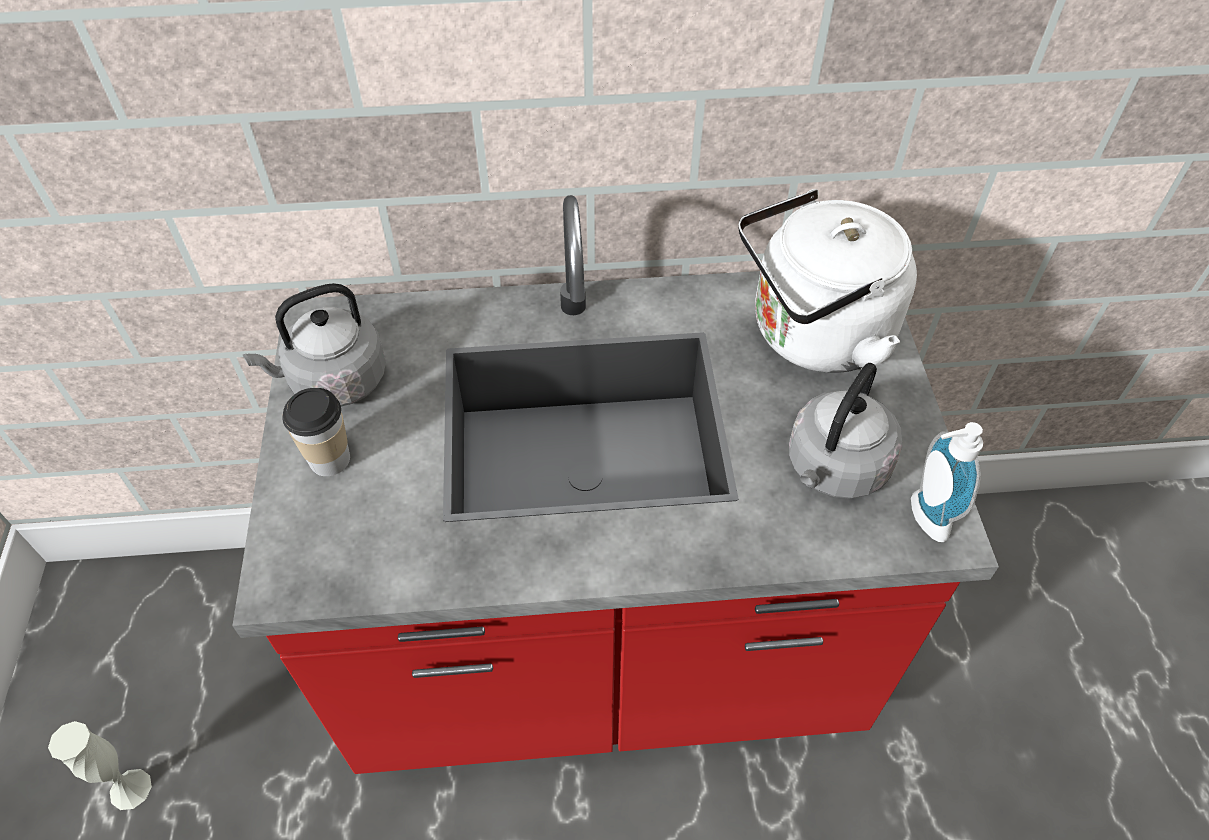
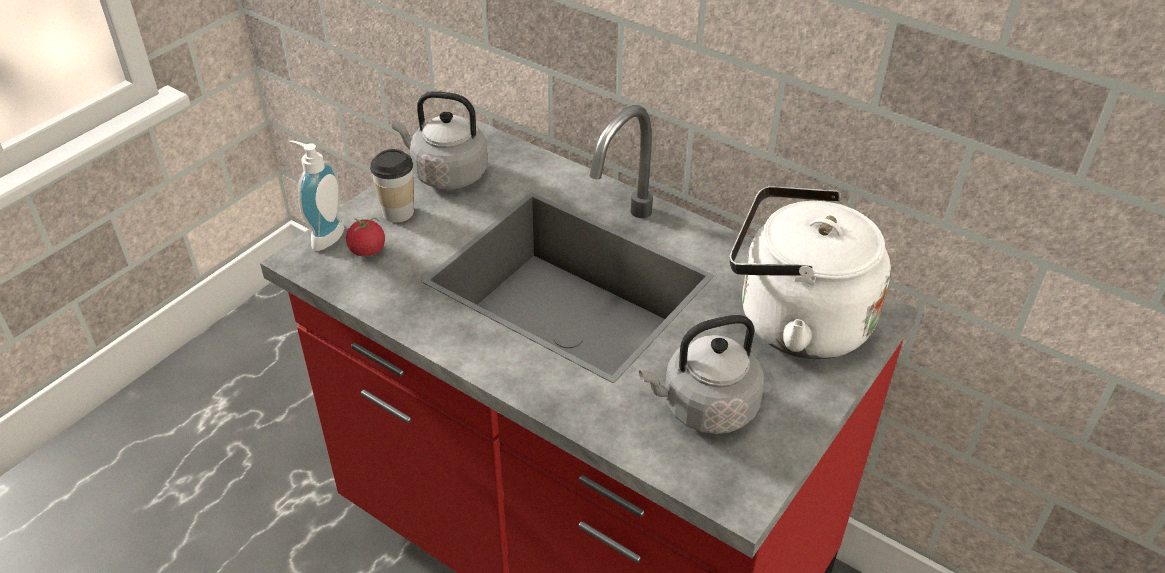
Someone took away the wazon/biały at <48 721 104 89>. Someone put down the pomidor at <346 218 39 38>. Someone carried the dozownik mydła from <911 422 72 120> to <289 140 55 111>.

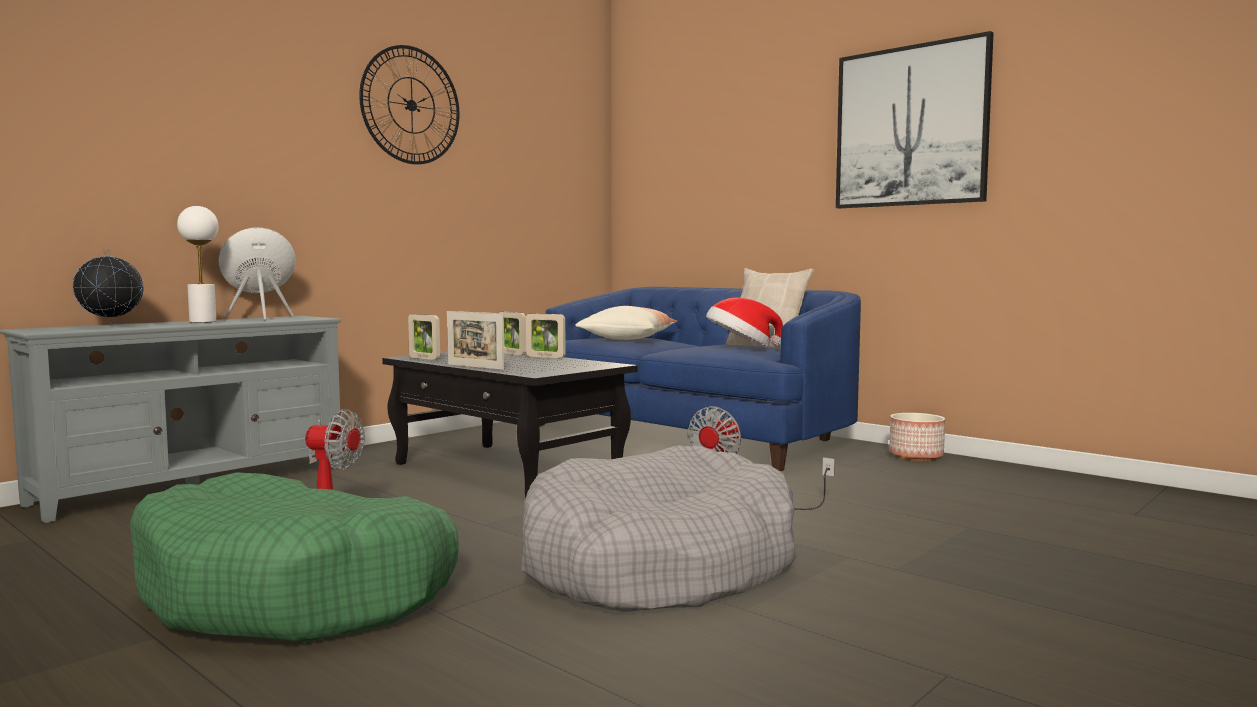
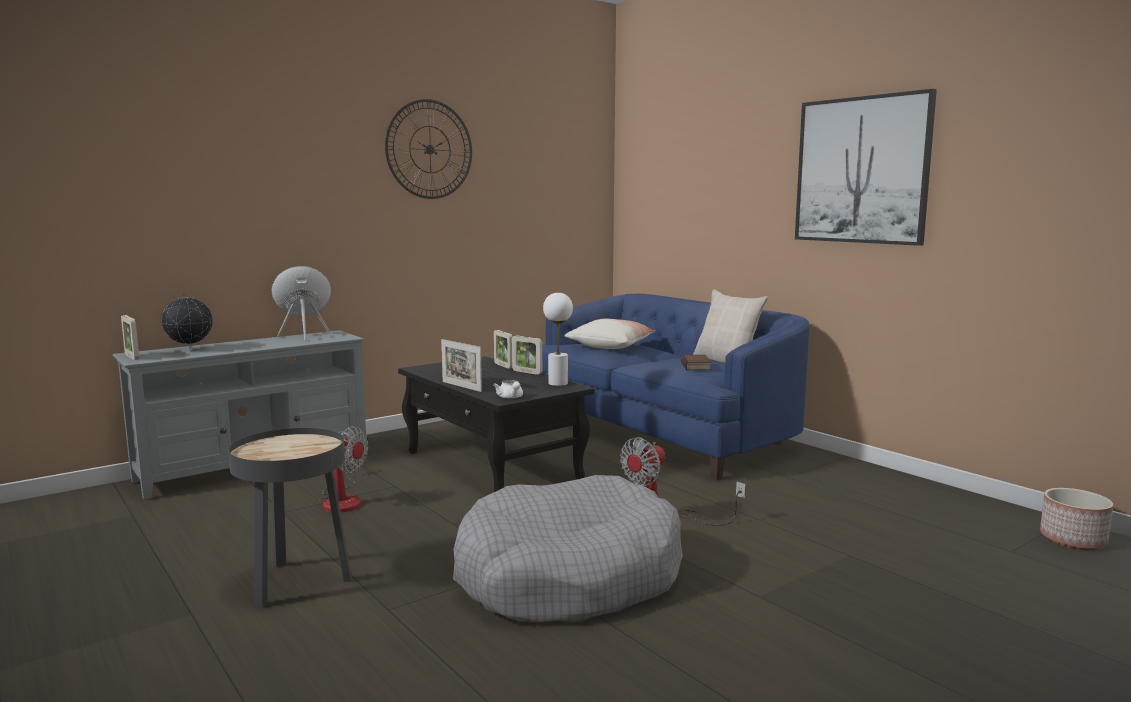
Someone put down the imbryk/biały at <493 380 30 19>. Someone carried the lampa stołowa/biały from <177 206 42 117> to <543 292 30 94>. Someone carried the ramka na zdjęcie from <408 314 32 46> to <121 315 18 45>. Someone carried the donica from <889 413 56 48> to <1040 488 73 62>. Someone swapped the legowisko/zielony at <130 472 329 170> for the stolik/czarny at <228 428 124 180>. Someone swapped the kapelusz at <706 298 77 50> for the książka at <681 355 30 15>.

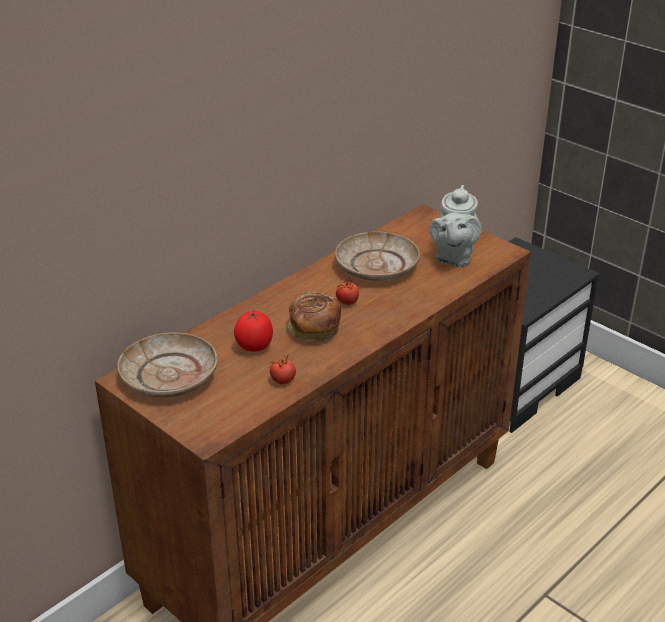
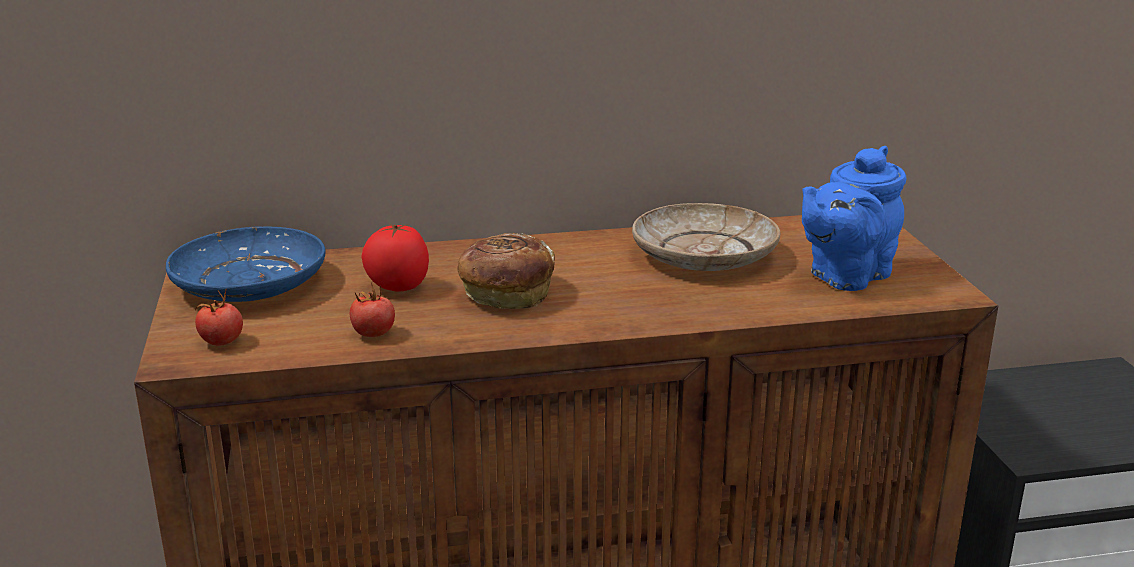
Someone carried the pomidor from <336 275 23 30> to <195 288 48 58>. Someone repainted the talerz/beżowy at <117 332 100 66>, which became the talerz/niebieski at <166 227 159 75>. Someone repainted the imbryk/szary at <430 185 51 82>, which became the imbryk/niebieski at <802 146 104 145>.

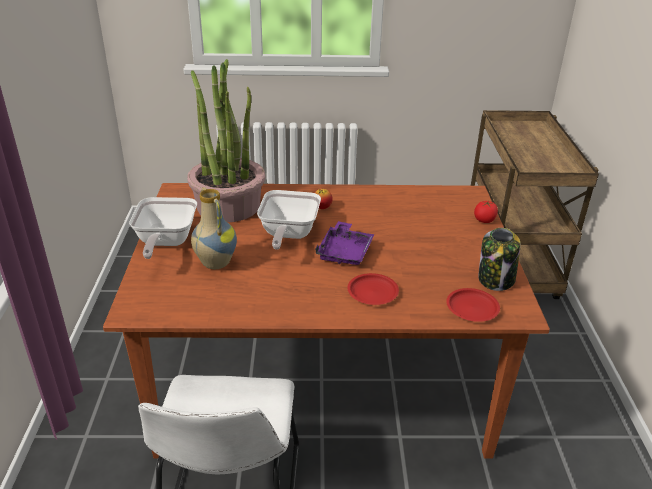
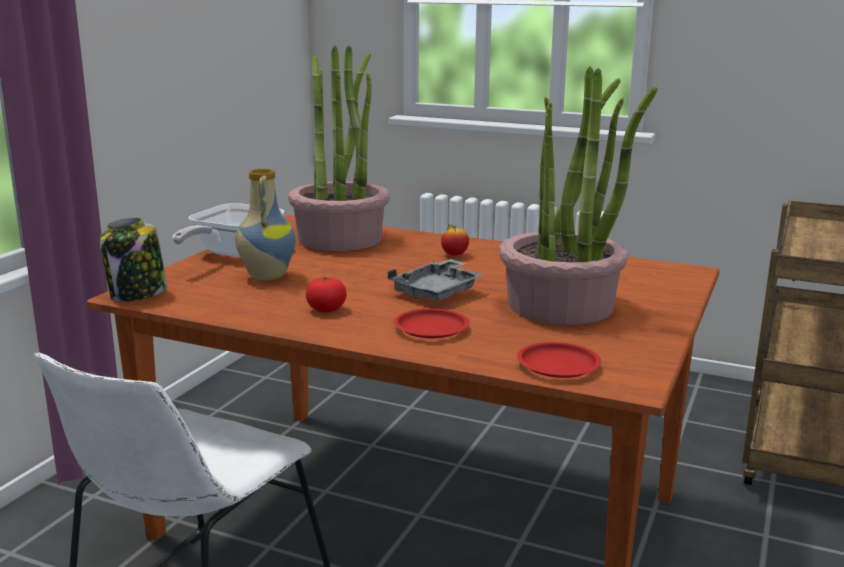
Someone took away the patelnia at <257 190 64 60>. Someone put down the roślina doniczkowa at <499 66 159 259>. Someone carried the pomidor from <474 201 24 22> to <306 276 41 36>. Someone carried the słoik from <478 228 42 63> to <99 218 68 84>. Someone repainted the taca/fioletowy at <315 221 59 44>, which became the taca/szary at <387 259 97 41>.

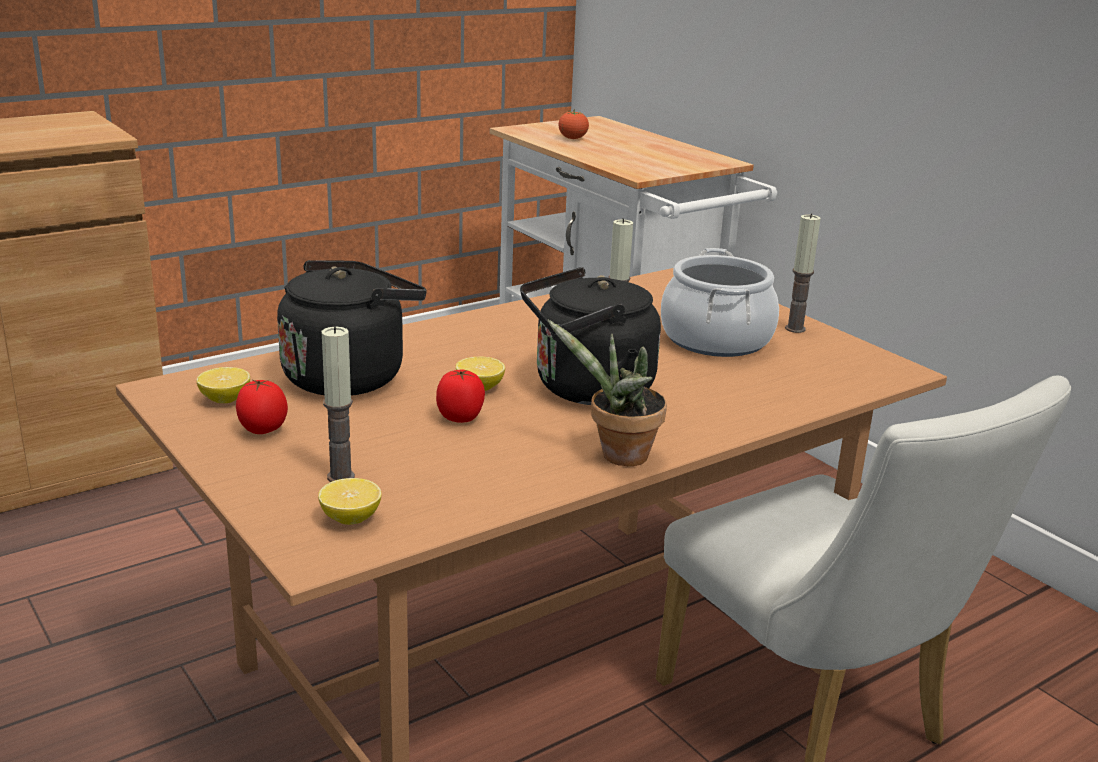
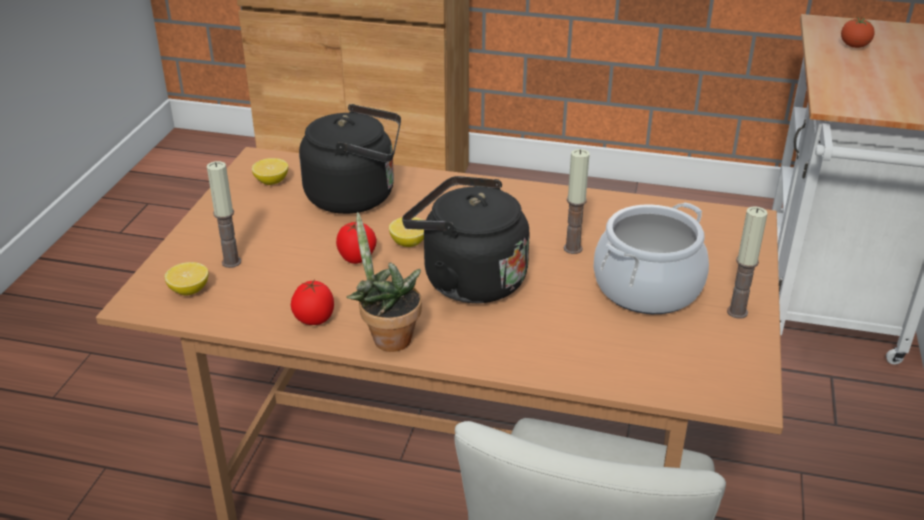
Someone carried the pomidor from <236 379 52 55> to <291 280 43 45>.

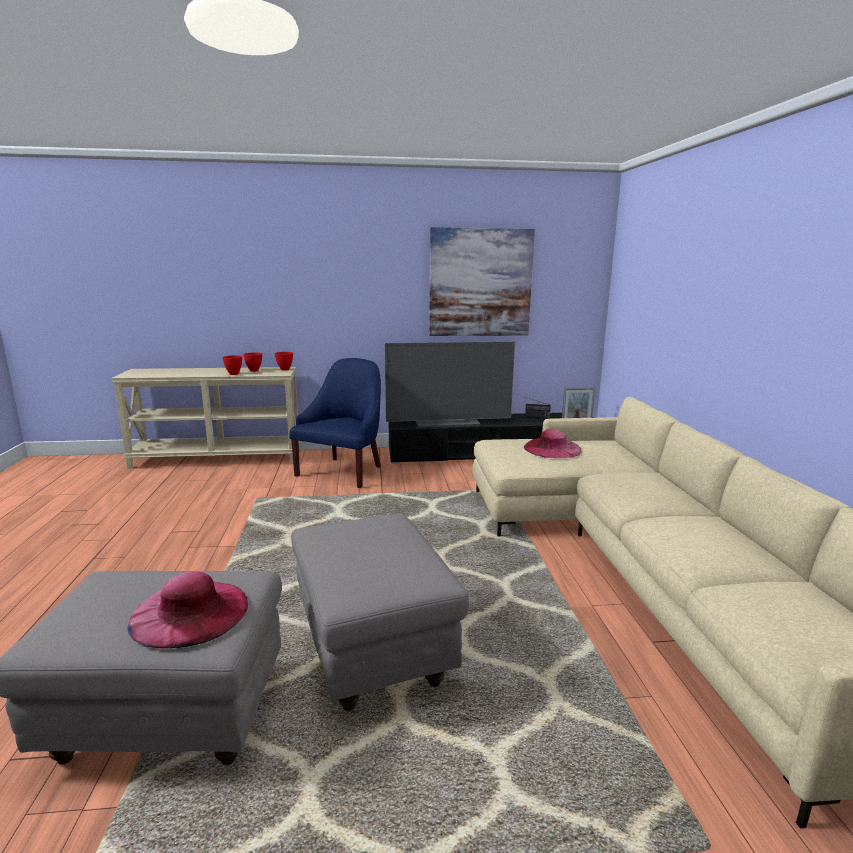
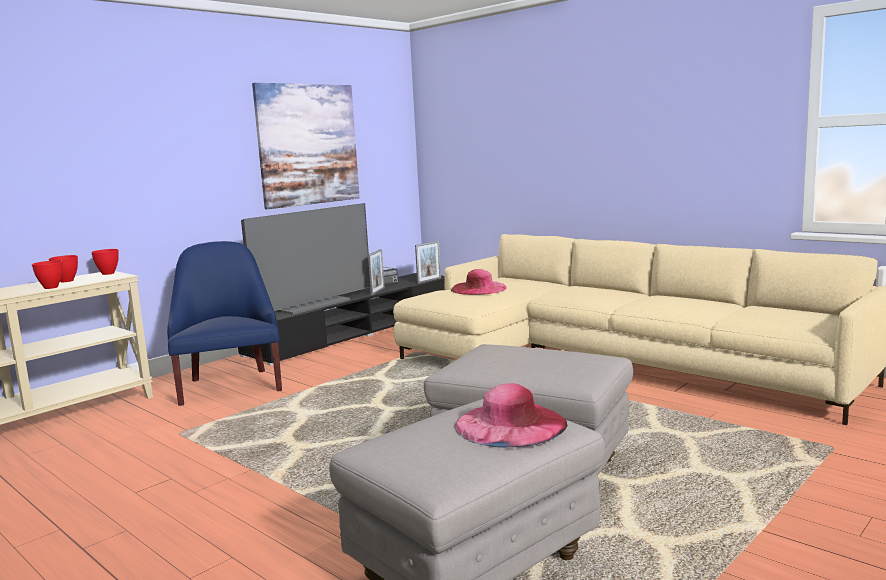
Someone put down the ramka na zdjęcie at <368 249 17 46>.

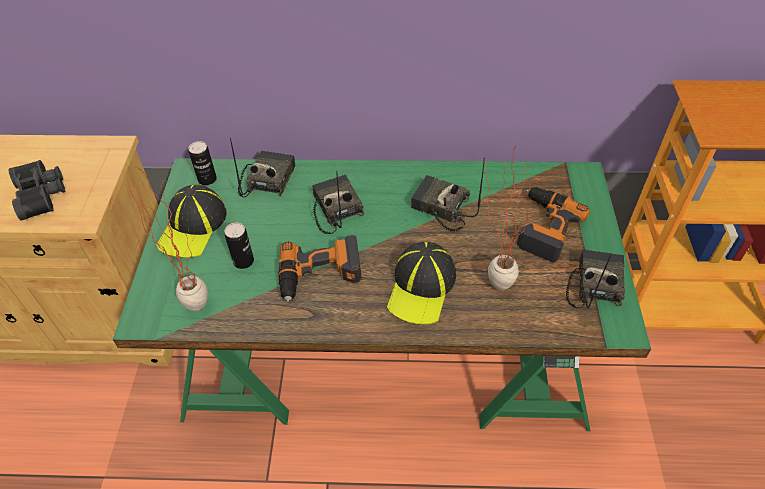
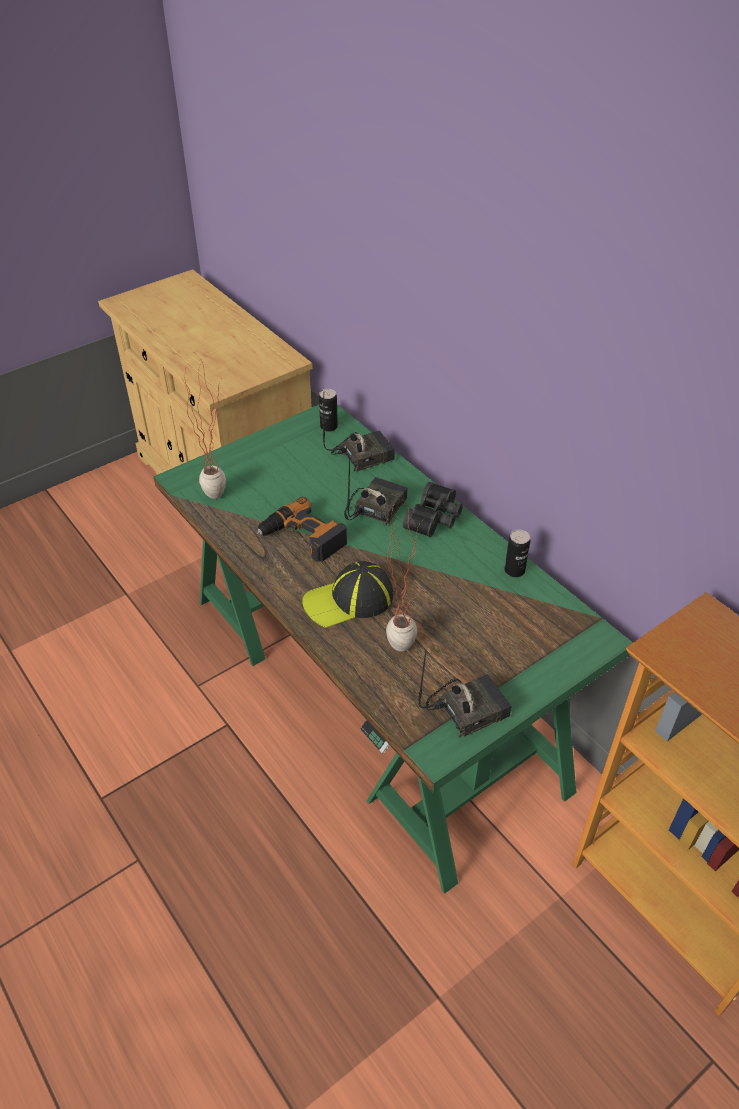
Someone took away the czapka z daszkiem at <157 185 70 73>. Someone took away the radio at <411 157 74 75>. Someone took away the wiertarka at <517 187 73 76>. Someone carried the lornetka/czarny from <9 160 56 61> to <403 482 60 55>. Someone carried the puszka from <225 222 29 47> to <505 530 25 47>.

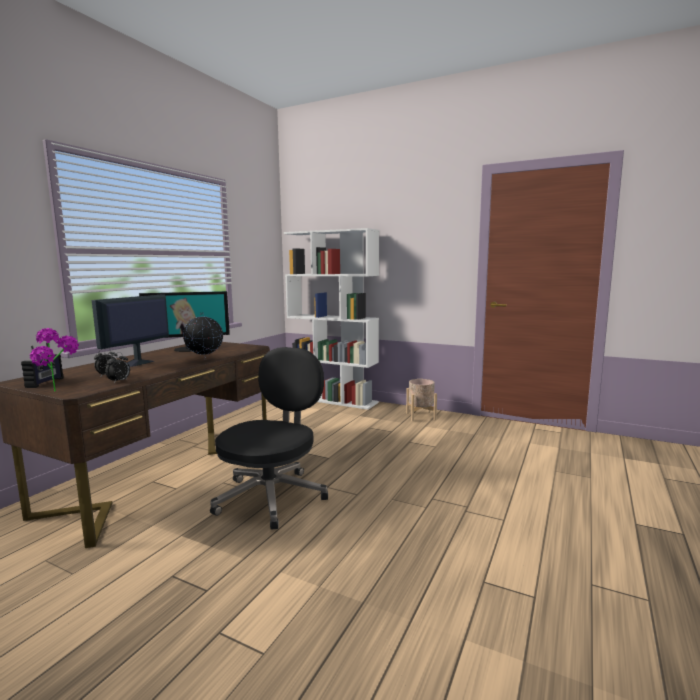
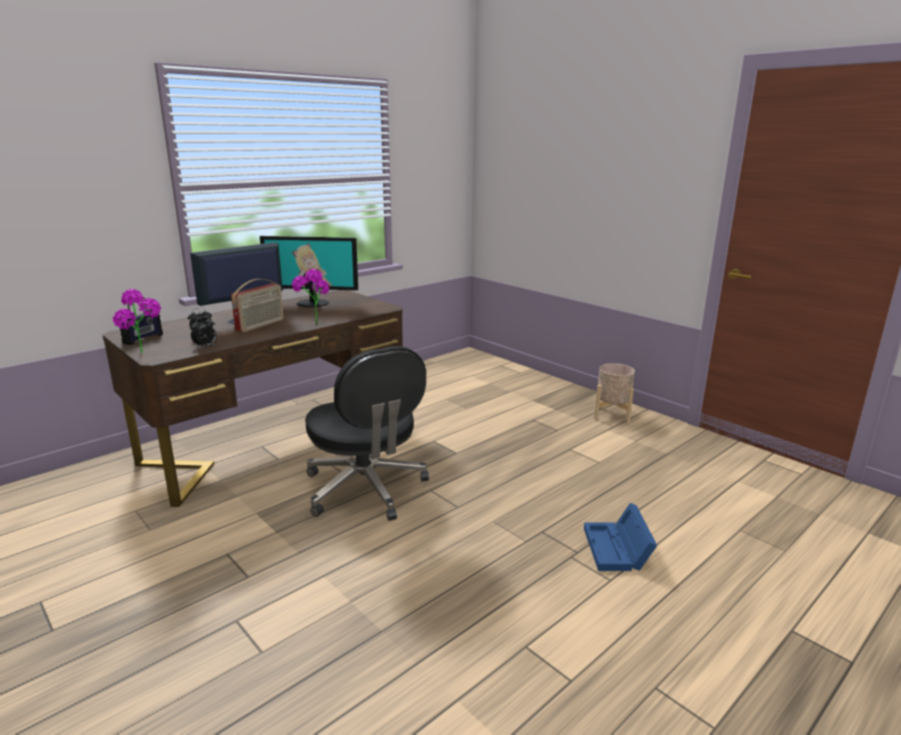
Someone took away the regał/biały at <284 228 95 182>. Someone put down the radio at <231 279 53 53>. Someone put down the pojemnik do przechowywania/niebieski at <584 503 73 68>. Someone swapped the globus at <183 314 40 45> for the roślina doniczkowa at <292 269 37 56>. Someone rotated the krzesło biurowe/czarny at <210 347 118 183> by 105 degrees clockwise.

